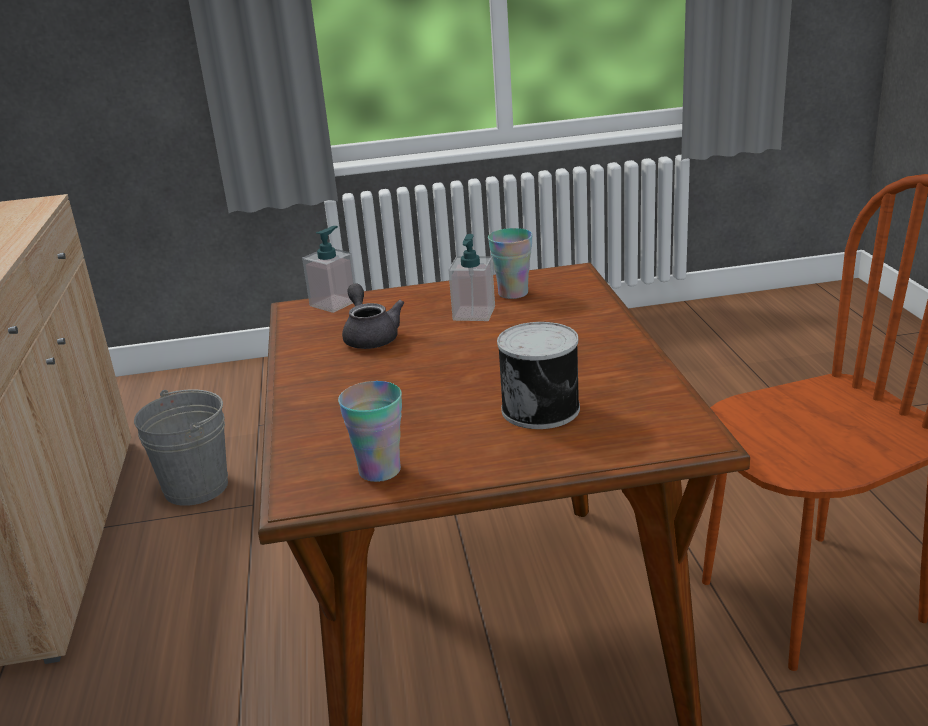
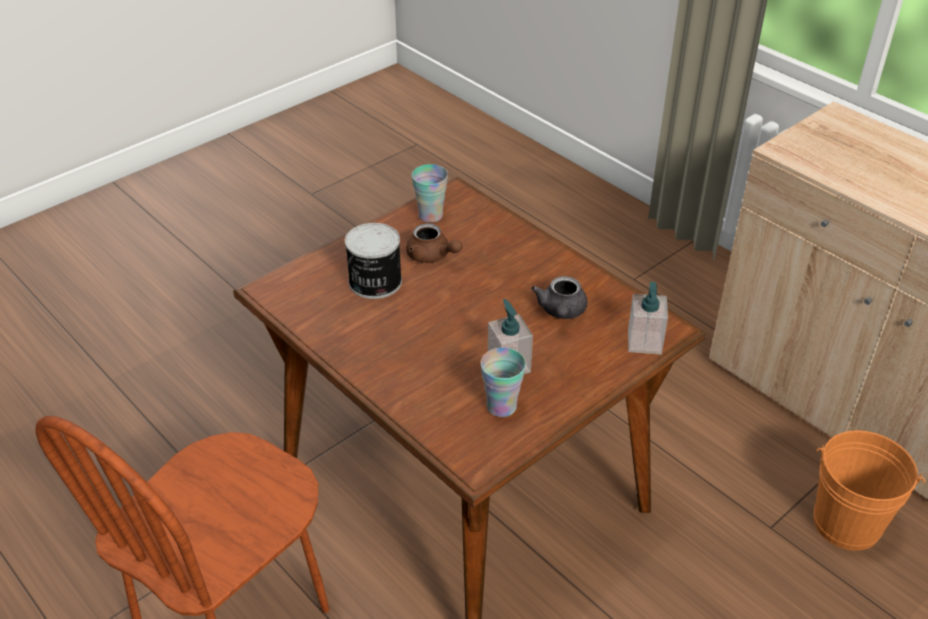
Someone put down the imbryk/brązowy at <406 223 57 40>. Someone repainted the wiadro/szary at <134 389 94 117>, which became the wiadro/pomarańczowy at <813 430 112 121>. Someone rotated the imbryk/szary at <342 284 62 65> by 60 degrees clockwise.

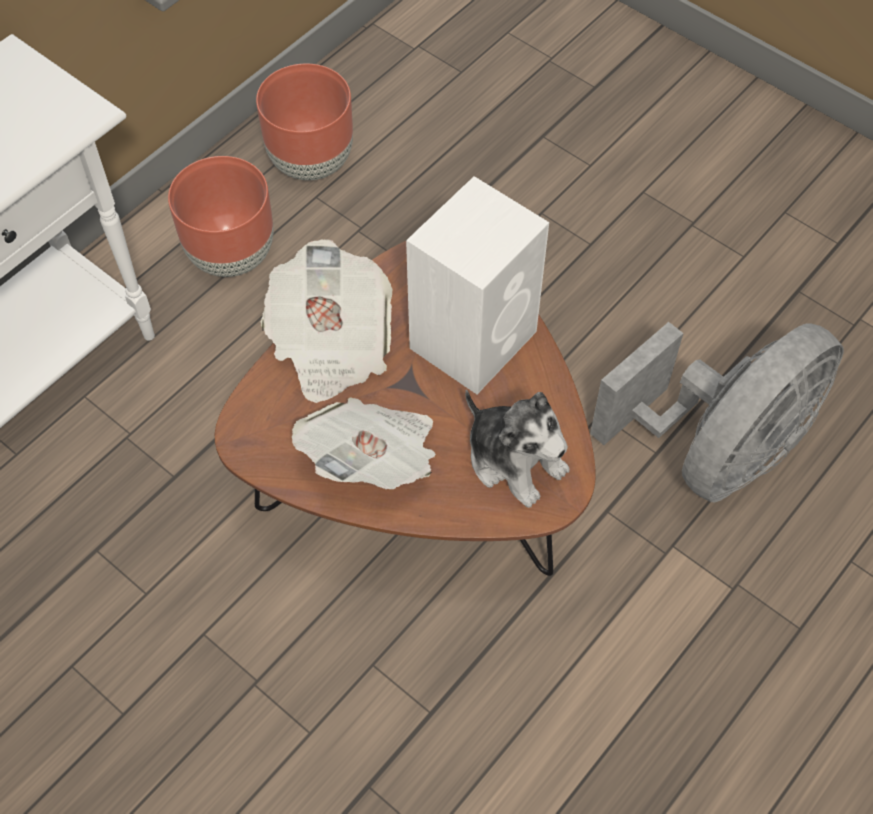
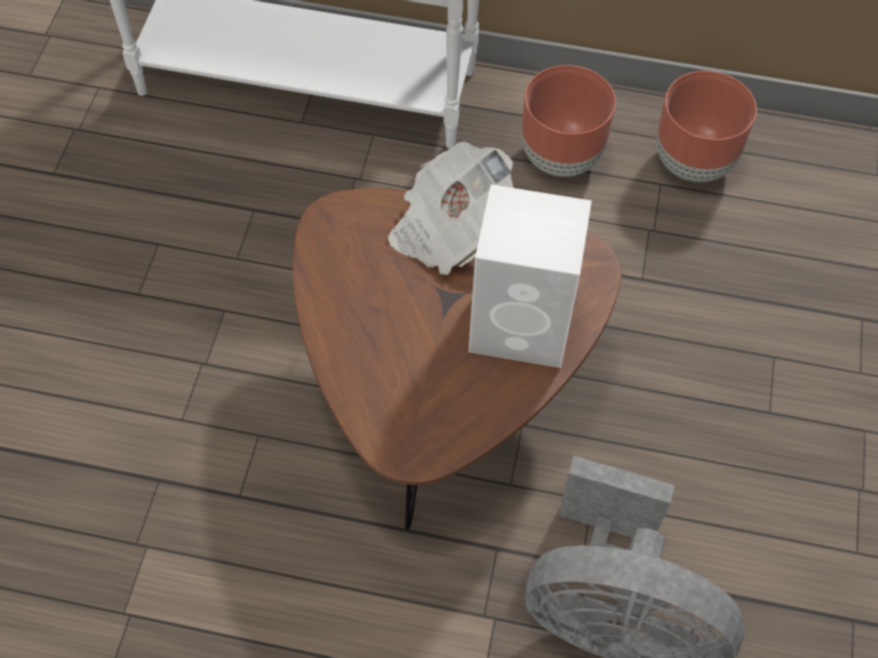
Someone took away the gazeta at <292 397 144 92>. Someone took away the pluszak at <465 390 105 118>.

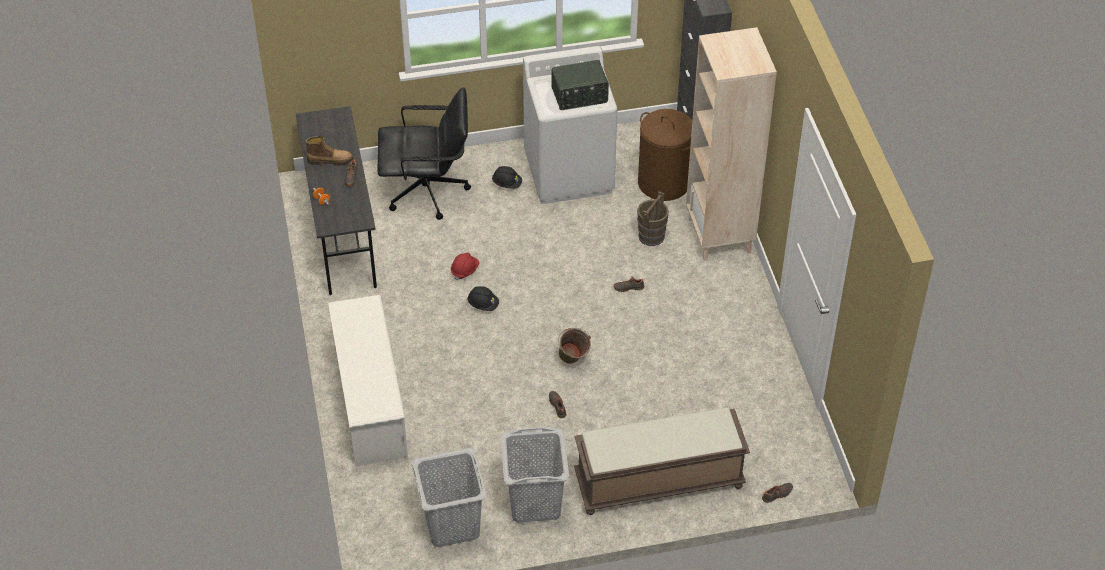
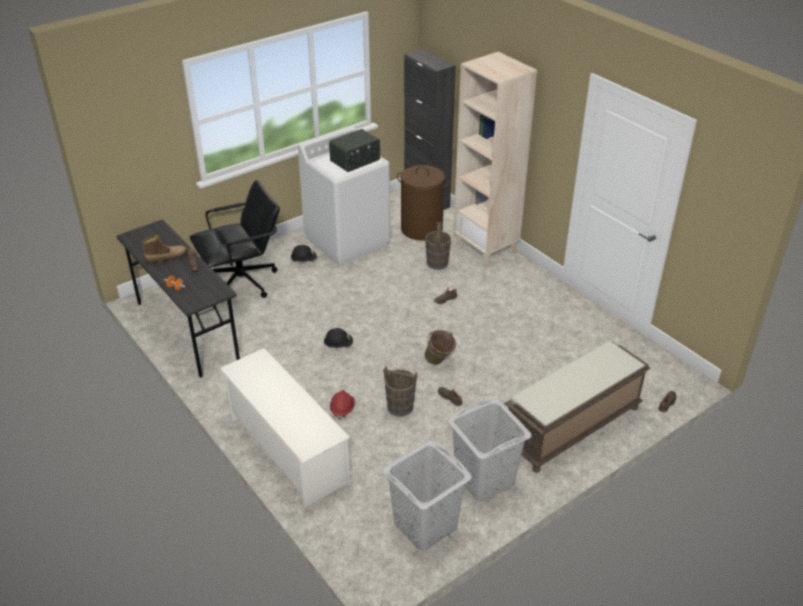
Someone put down the wiadro/brązowy at <383 366 35 51>. Someone carried the kask/czerwony from <451 253 28 27> to <330 390 25 29>.

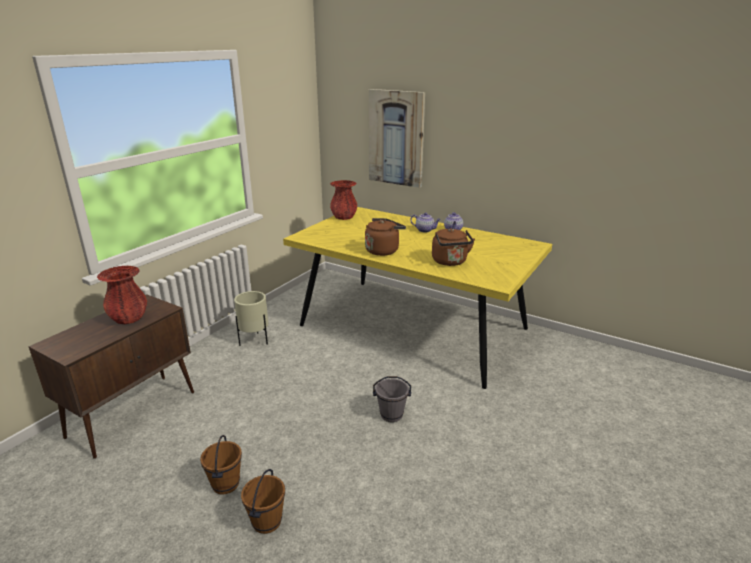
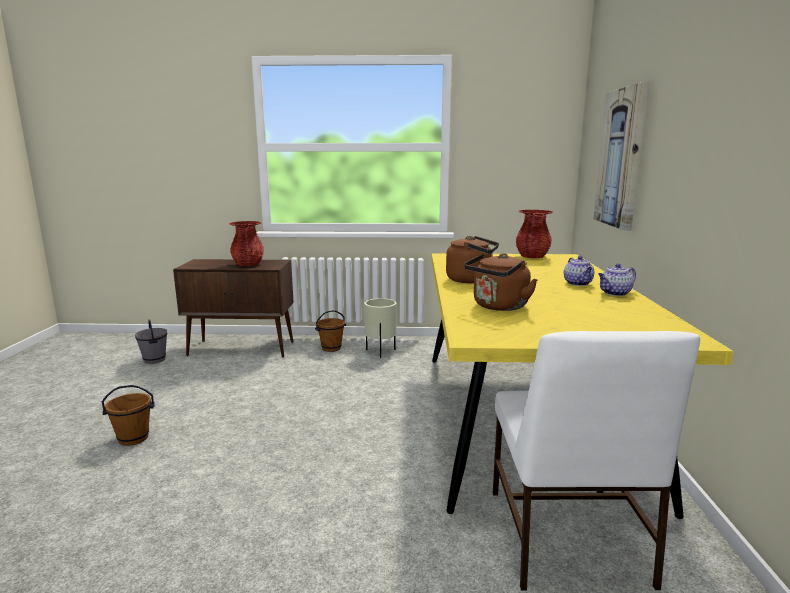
Someone put down the krzesło/biały at <493 331 207 260>. Someone carried the wiadro/brązowy from <200 435 42 60> to <315 310 31 42>. Someone carried the wiadro/szary from <373 376 38 46> to <135 319 32 45>.

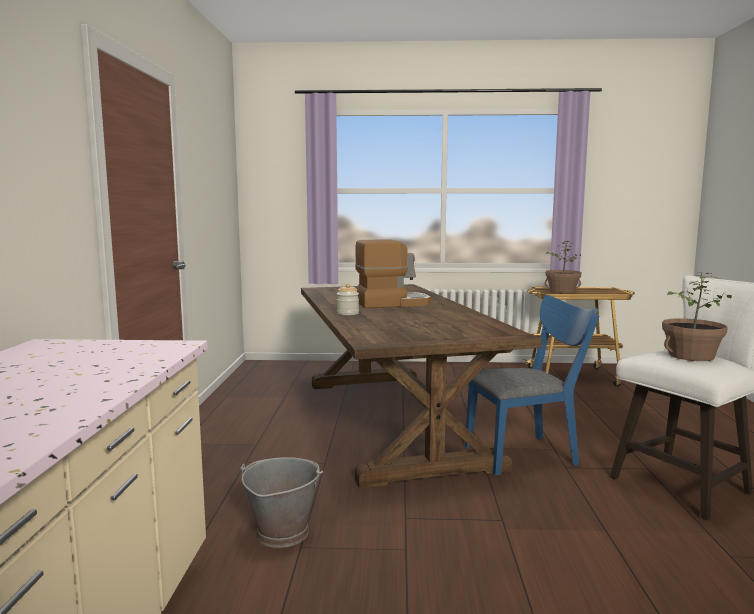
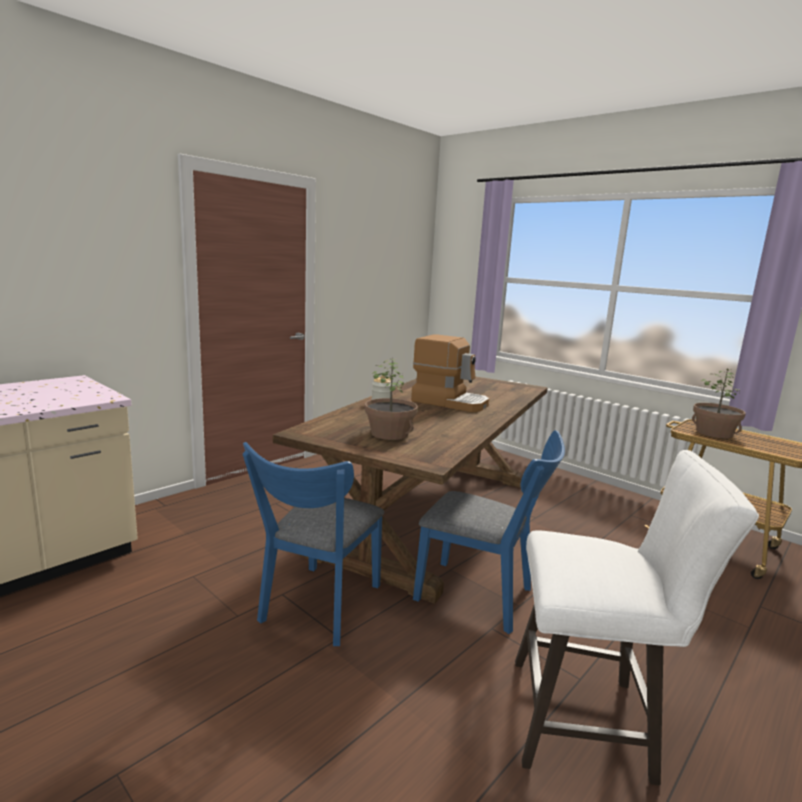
Someone took away the wiadro/szary at <240 457 83 91>. Someone put down the krzesło/niebieski at <243 442 141 204>. Someone carried the roślina doniczkowa from <662 273 70 88> to <365 359 53 81>.

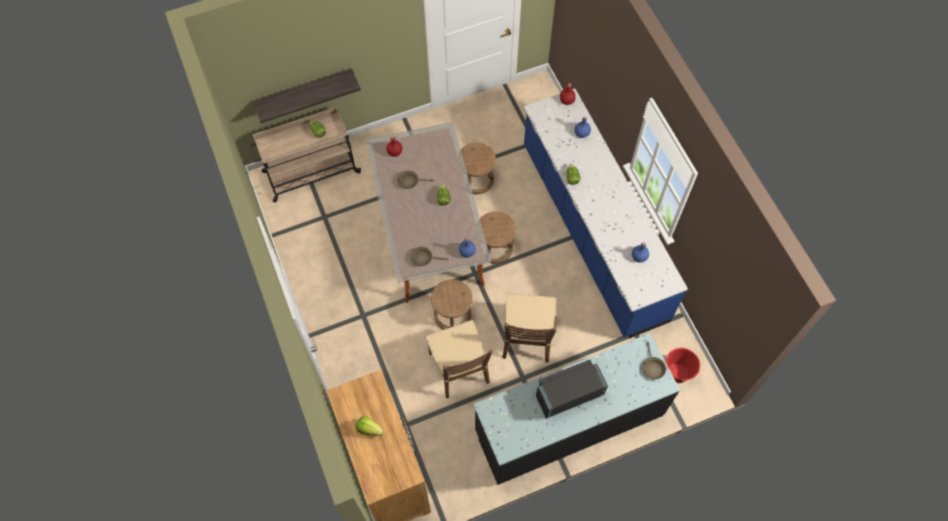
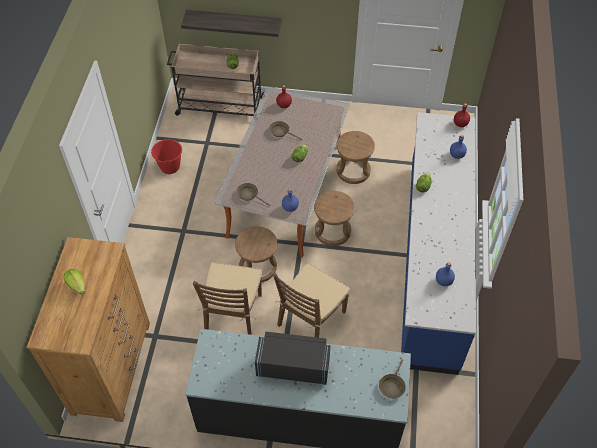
Someone carried the wiadro/czerwony from <666 348 34 35> to <151 139 31 35>.

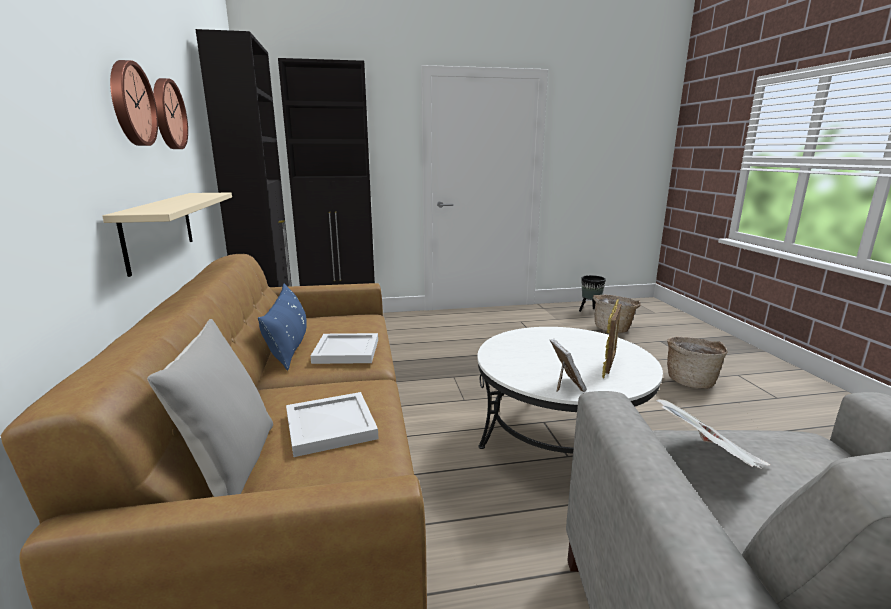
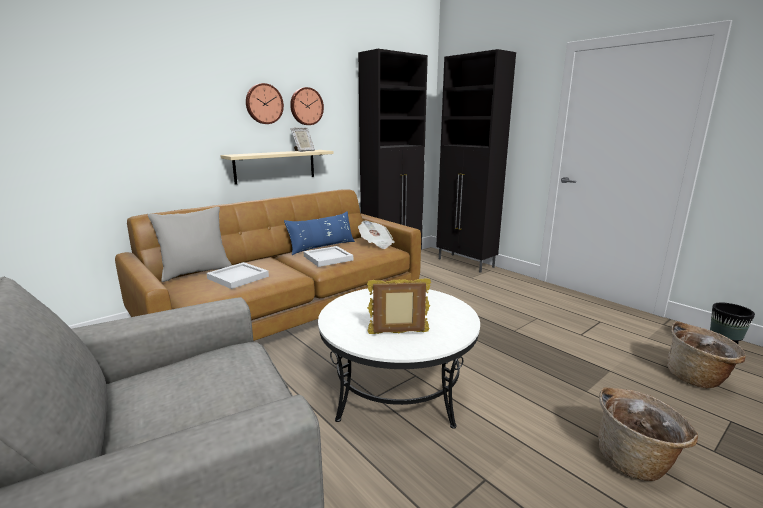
Someone carried the ramka na zdjęcie from <550 339 37 53> to <290 127 25 25>. Someone carried the gazeta from <656 399 114 70> to <358 221 37 28>.

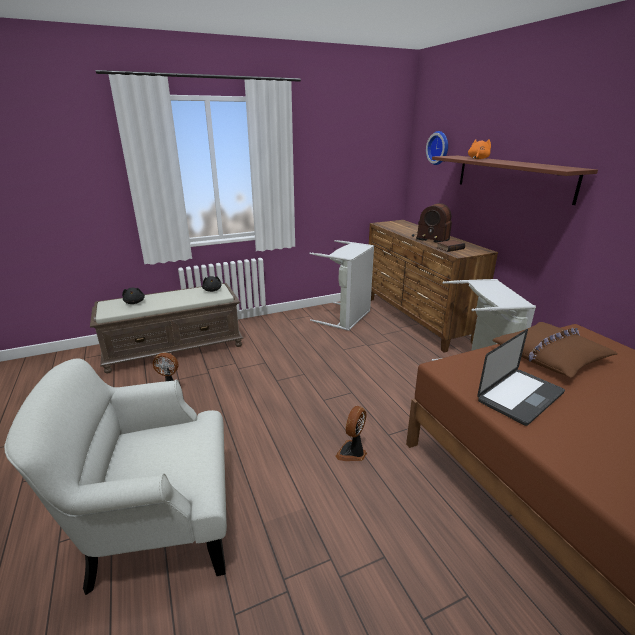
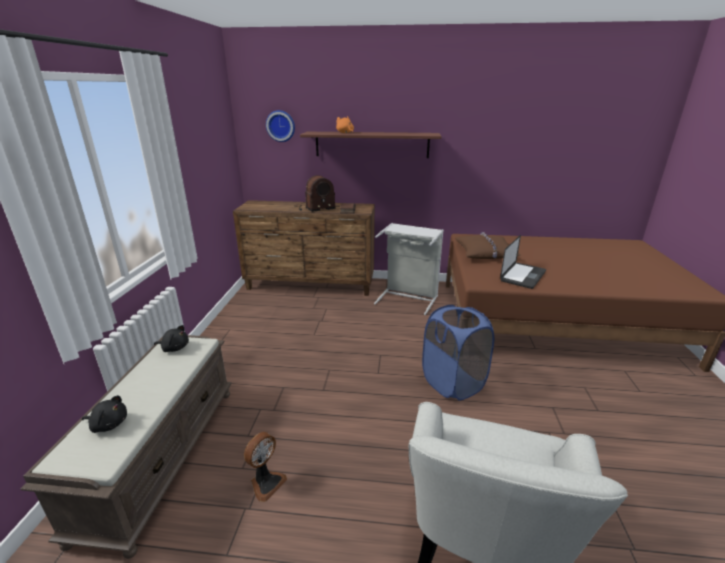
Someone took away the kosz na pranie/szary at <309 240 65 91>. Someone swapped the wentylator at <335 406 32 55> for the kosz na pranie/niebieski at <422 305 72 96>. Someone rotated the laptop at <477 329 88 97> by 45 degrees clockwise.

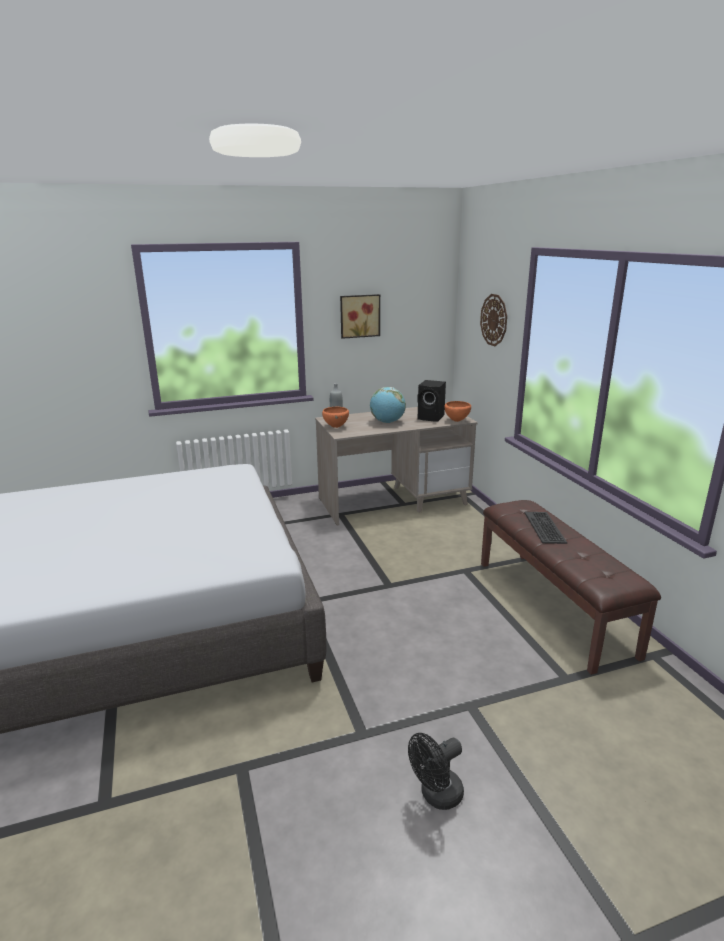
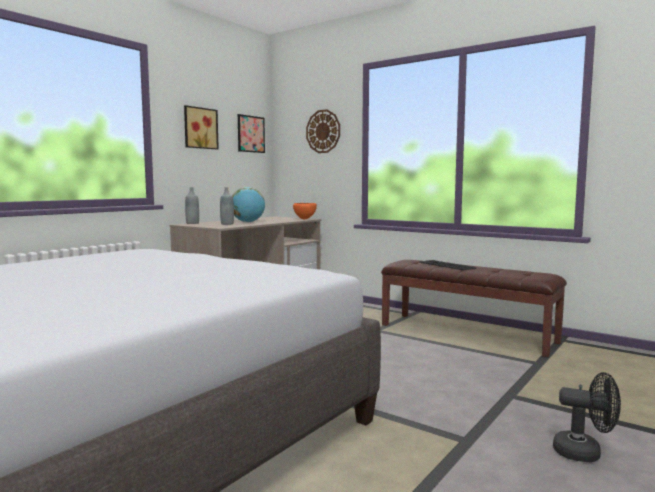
Someone took away the miska/pomarańczowy at <322 407 27 21>. Someone took away the głośnik/czarny at <417 380 29 42>. Someone put down the butelka/szary at <220 187 14 38>. Someone put up the obraz at <238 114 27 39>. Someone rotated the wentylator/czarny at <408 733 56 77> by 90 degrees counterclockwise.

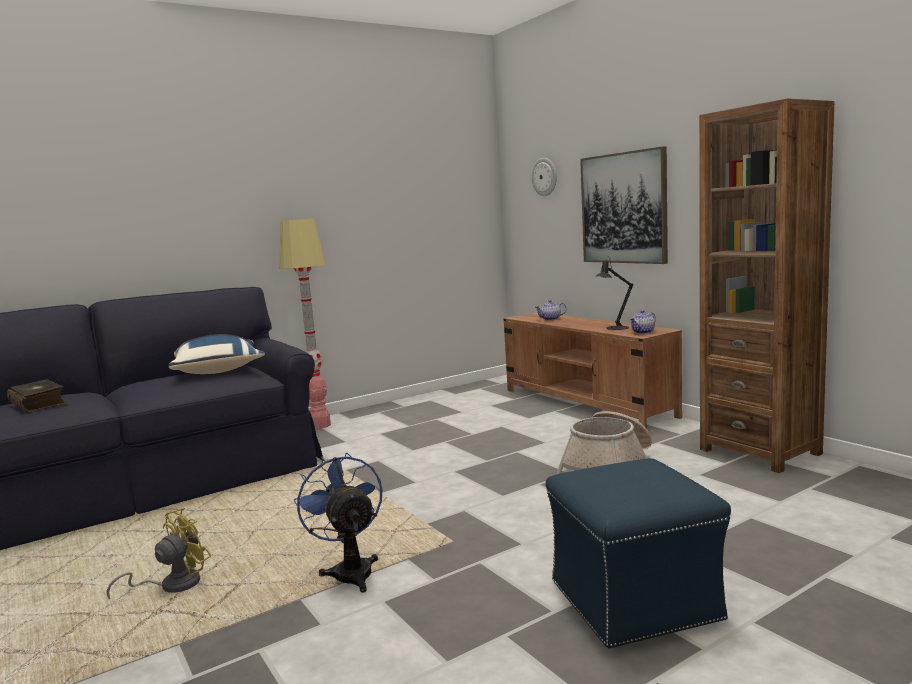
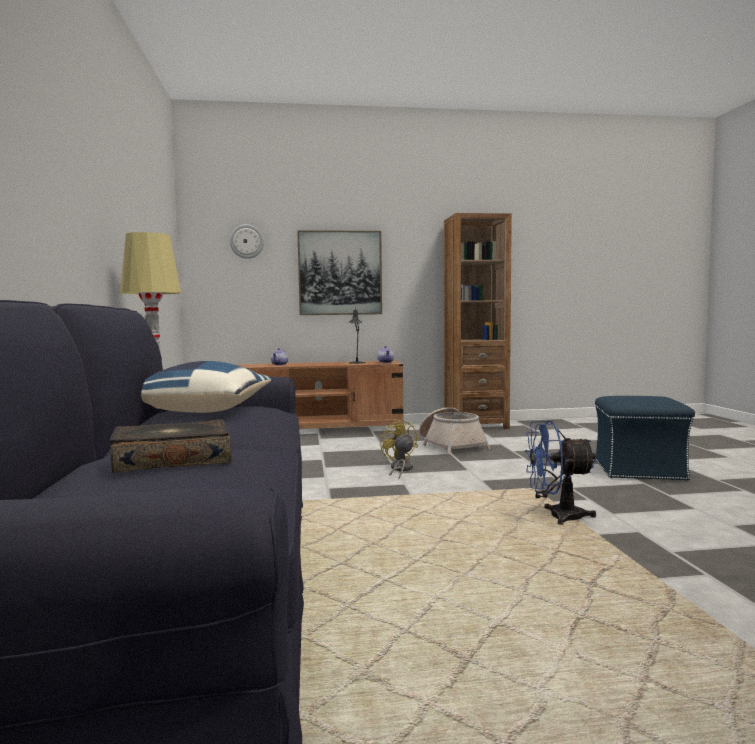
Someone carried the wentylator/żółty from <106 508 105 91> to <380 419 38 60>.

